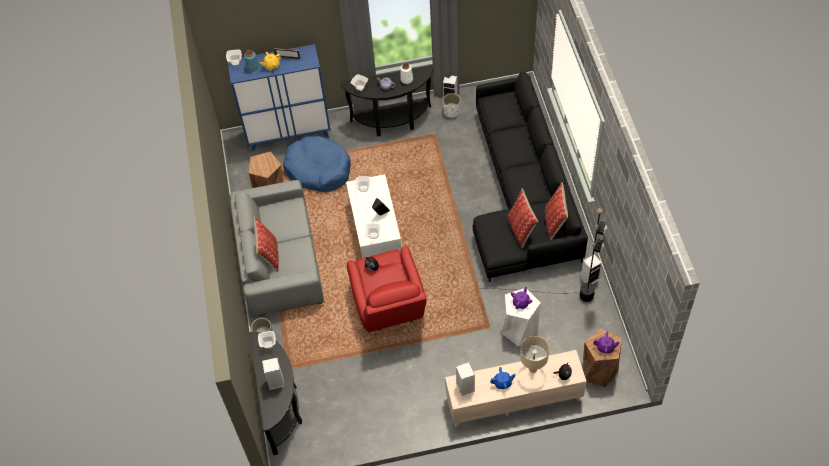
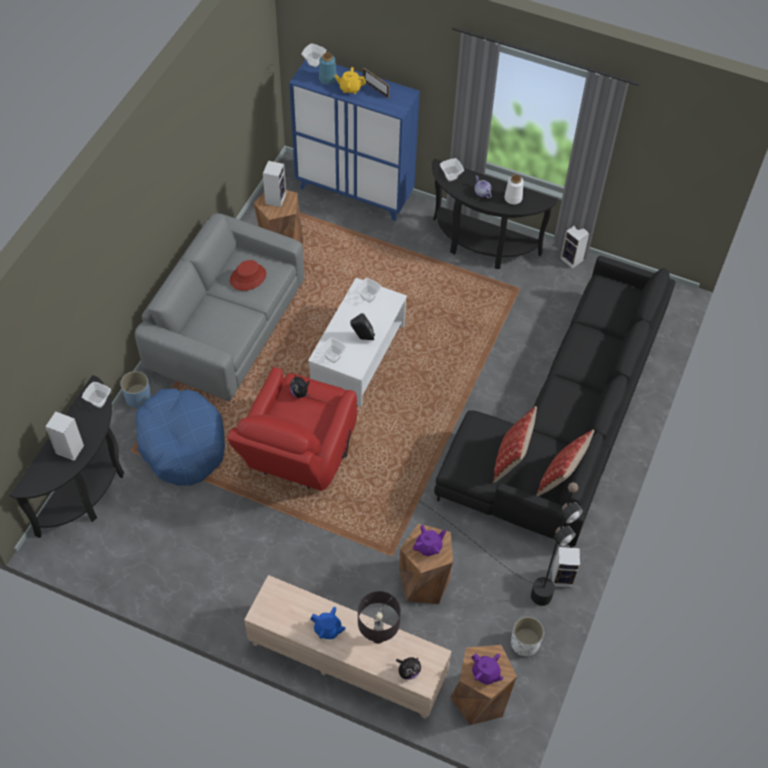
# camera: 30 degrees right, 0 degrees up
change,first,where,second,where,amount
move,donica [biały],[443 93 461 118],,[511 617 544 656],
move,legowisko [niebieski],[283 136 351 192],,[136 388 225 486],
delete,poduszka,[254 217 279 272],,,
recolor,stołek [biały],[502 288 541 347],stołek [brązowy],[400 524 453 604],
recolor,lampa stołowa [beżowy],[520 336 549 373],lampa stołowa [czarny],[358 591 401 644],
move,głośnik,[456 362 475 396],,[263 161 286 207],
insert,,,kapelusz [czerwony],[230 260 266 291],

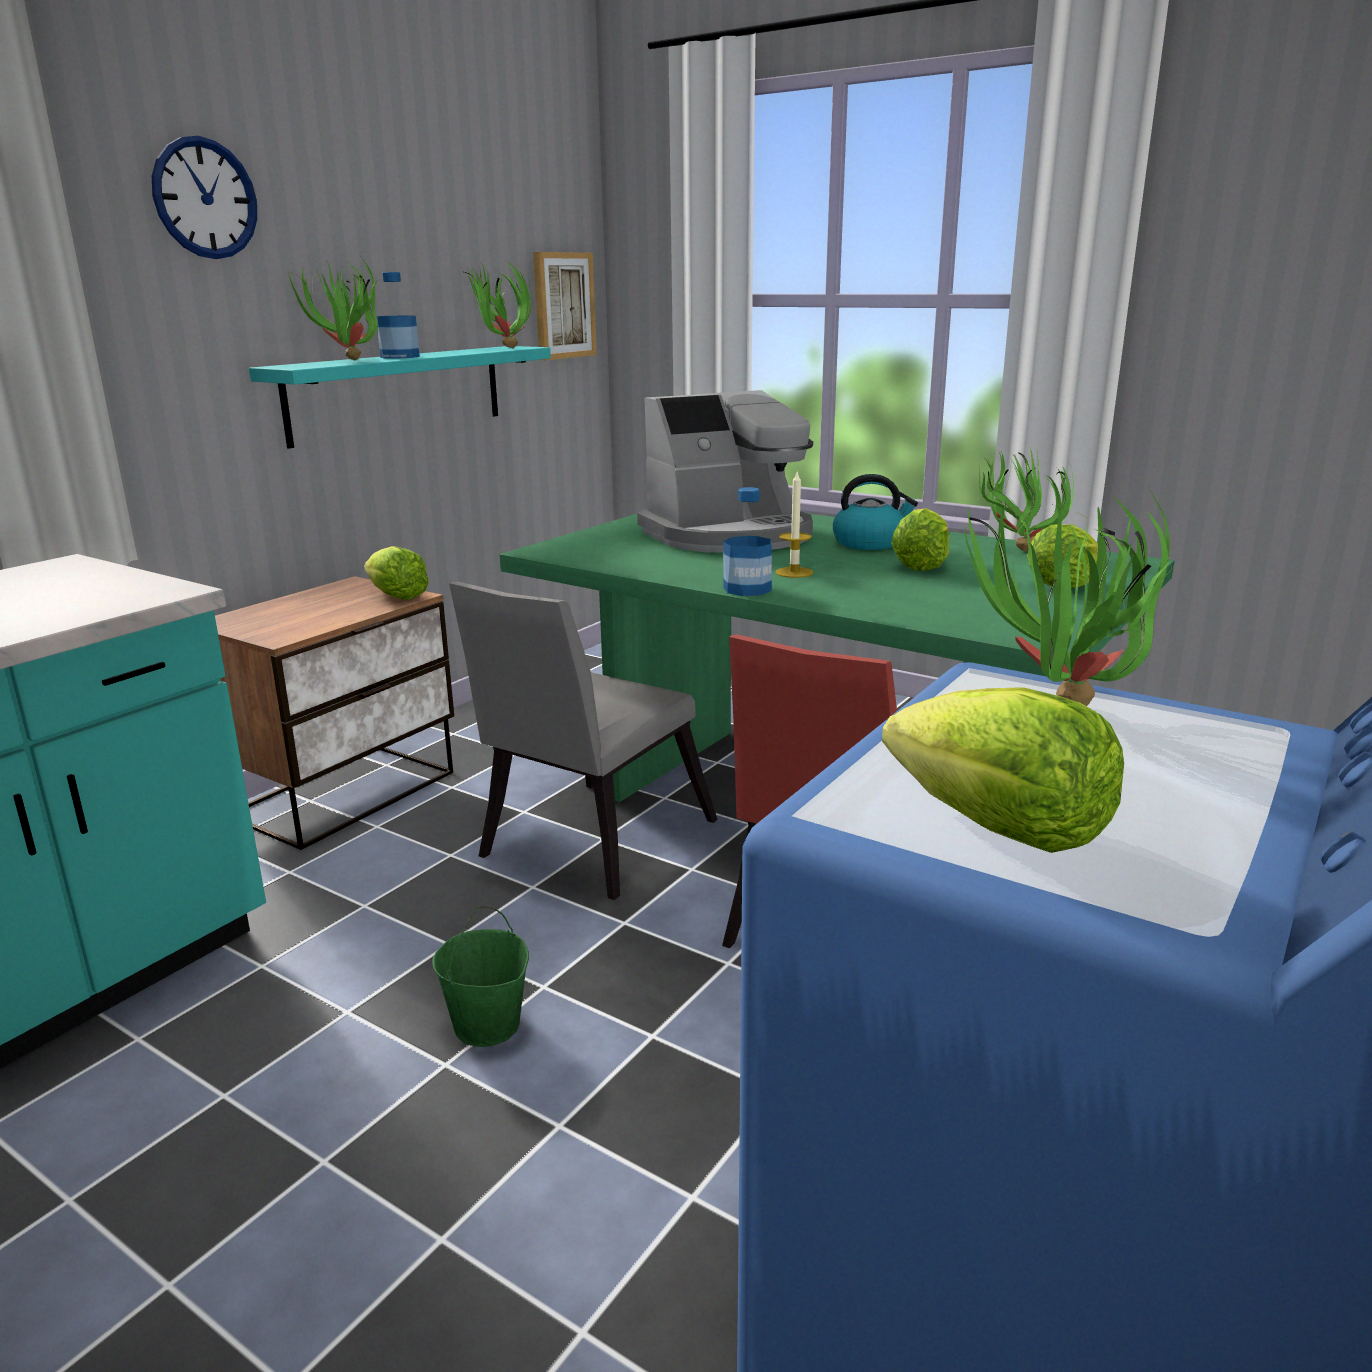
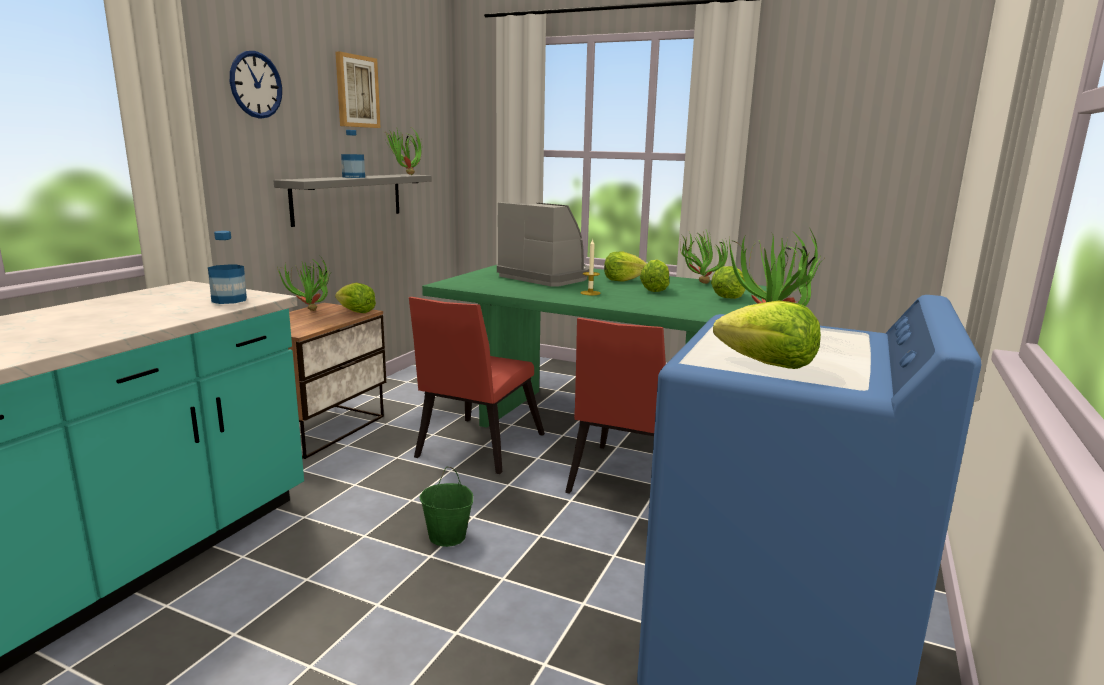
# camera: 10 degrees left, 5 degrees down
change,first,where,second,where,amount
move,obraz,[533 252 597 360],,[335 51 380 128],
move,roślina doniczkowa,[288 257 378 360],,[277 256 330 311],
recolor,półka [turkusowy],[249 346 551 449],półka [szary],[273 174 432 227],
rotate,ekspres do kawy,[637 390 813 553],,[497 202 589 287],105 degrees counterclockwise
replace,czajnik,[833 474 918 550],sałata,[604 252 647 282],
move,butelka,[723 487 772 596],,[208 231 247 304],
recolor,krzesło [szary],[449 582 718 900],krzesło [czerwony],[409 297 545 474],

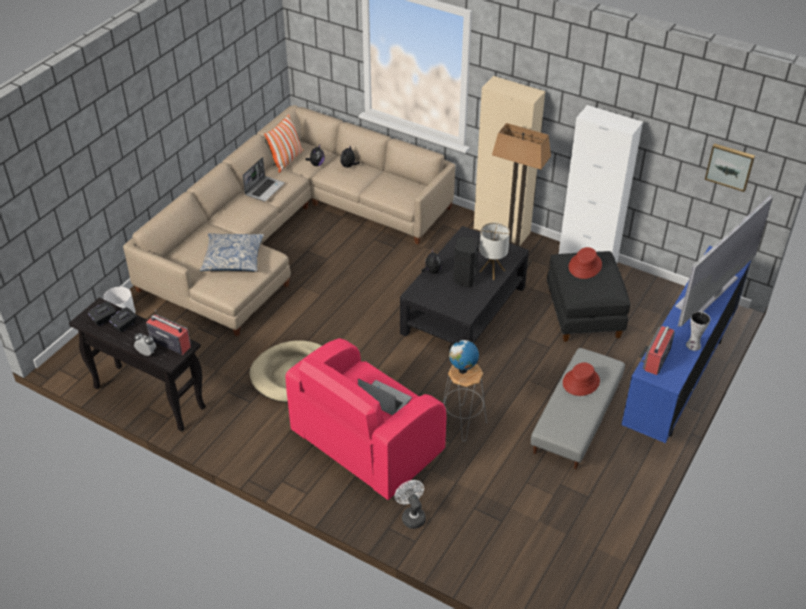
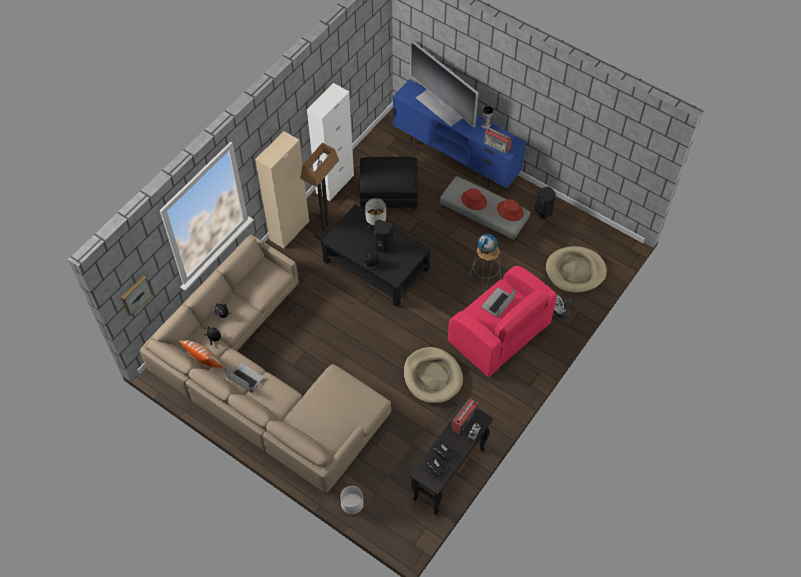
# camera: 85 degrees left, 15 degrees up
change,first,where,second,where,amount
move,obraz,[705 143 755 192],,[121 275 152 316],
delete,poduszka,[200 233 264 271],,,
move,kapelusz [czerwony],[569 247 602 279],,[497 199 524 221],
insert,,,głośnik [czarny],[535 187 556 219],
insert,,,legowisko [beżowy],[546 246 607 293],

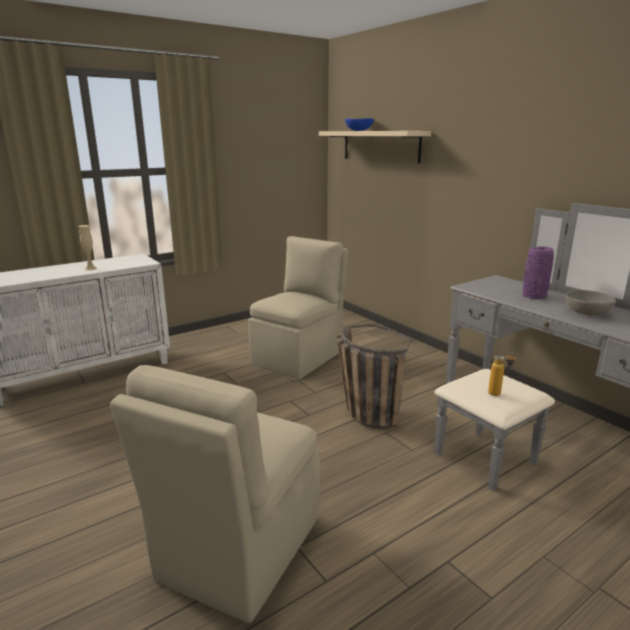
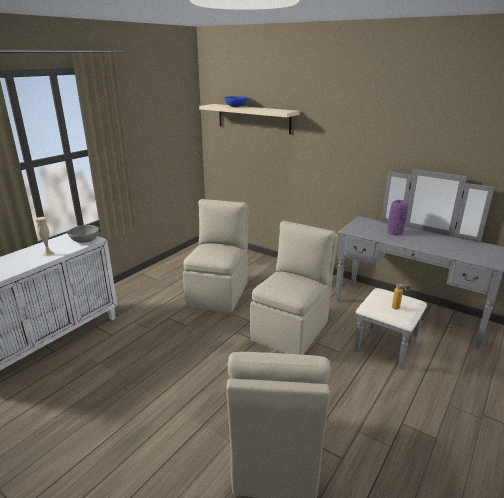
# camera: 20 degrees left, 5 degrees up
change,first,where,second,where,amount
move,miska [szary],[565 290 616 315],,[67 225 99 243],
replace,koszyk,[337 324 412 428],krzesło [beżowy],[250 221 338 355],

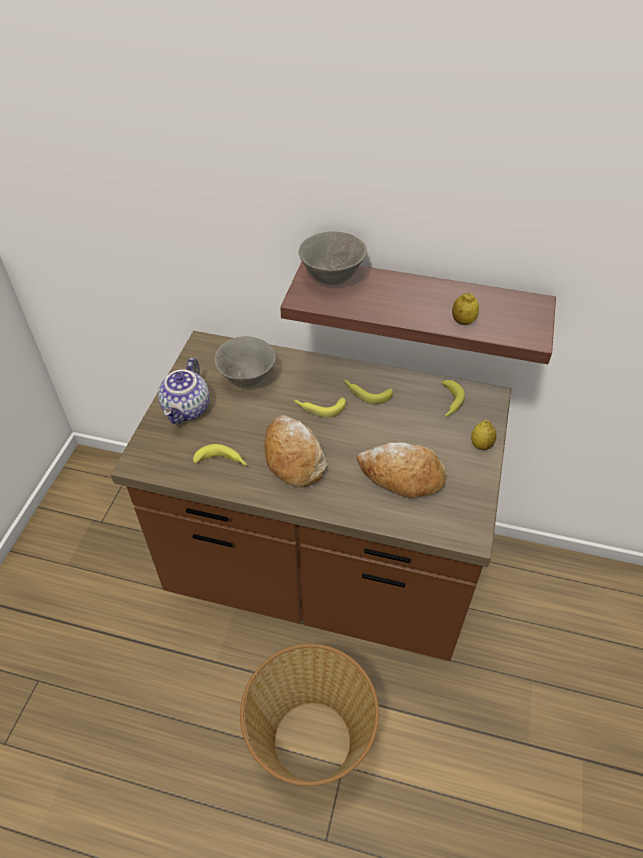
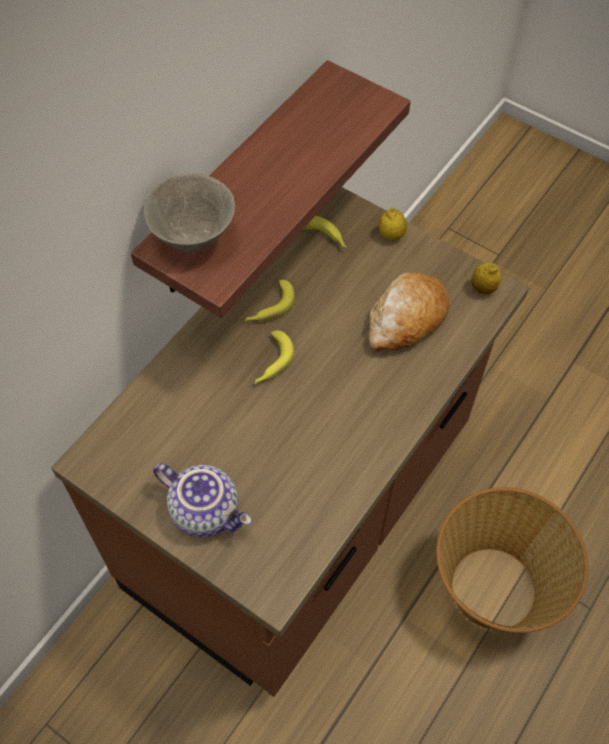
# camera: 70 degrees left, 10 degrees up
change,first,where,second,where,amount
move,cytryna,[452 293 479 325],,[471 263 501 294],
delete,miska [szary],[215 336 276 387],,,
delete,chleb,[265 415 327 488],,,
delete,banan,[193 444 248 466],,,

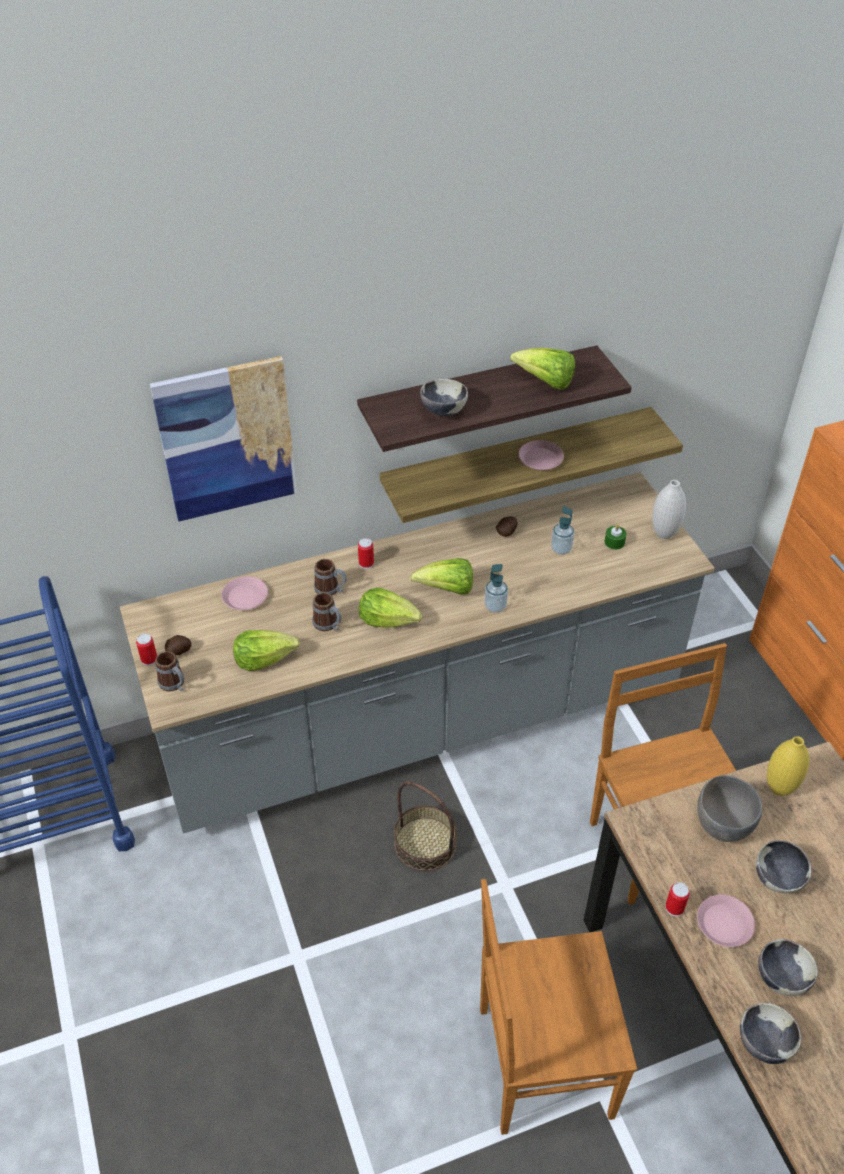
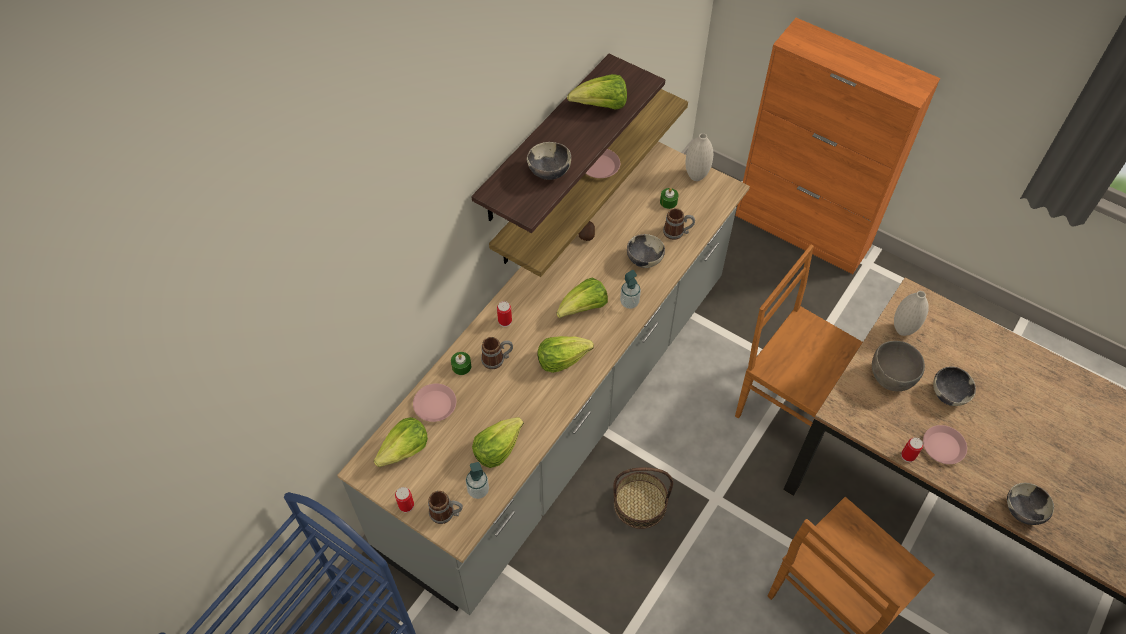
# camera: 35 degrees left, 10 degrees up
change,first,where,second,where,amount
delete,obraz,[150 356 297 521],,,
move,dozownik mydła,[551 506 574 555],,[466 462 489 499],
move,kubek,[312 592 341 631],,[663 208 695 240],
delete,ziemniak,[165 635 191 655],,,
recolor,wazon [żółty],[767 736 809 796],wazon [biały],[894 291 929 336],
move,miska,[758 939 818 996],,[627 234 665 268],
insert,,,świeca [zielony],[451 352 471 375],
insert,,,sałata,[374 417 428 467],

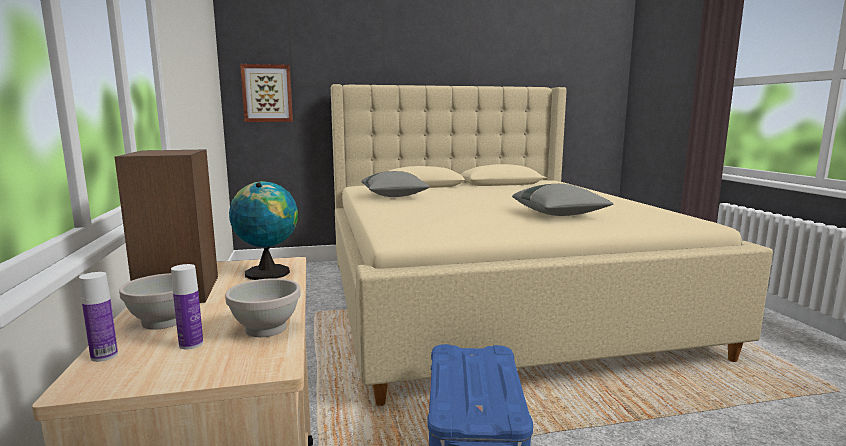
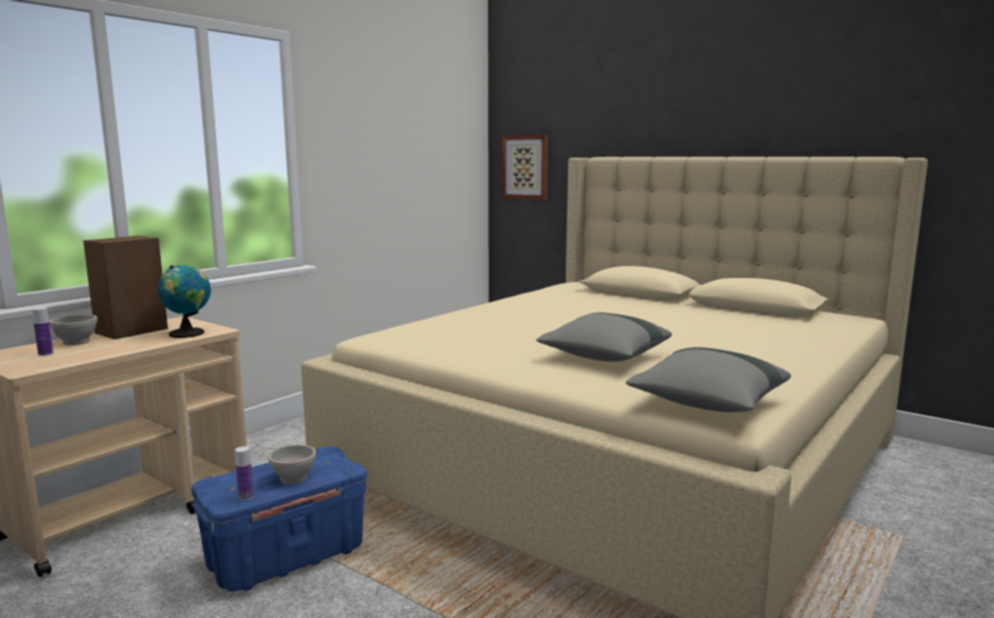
# camera: 50 degrees right, 0 degrees up
change,first,where,second,where,amount
move,poduszka [szary],[361 171 430 197],,[626 347 791 412],
move,butelka,[79 272 118 362],,[235 446 254 500],
move,miska [biały],[225 278 301 337],,[268 444 316 484],

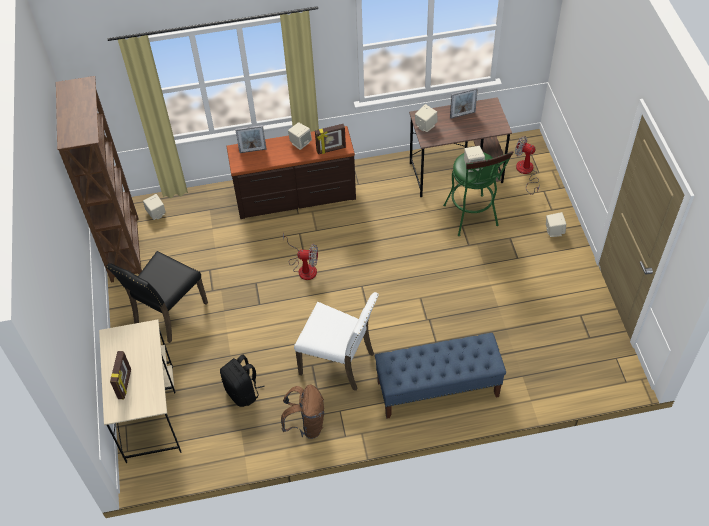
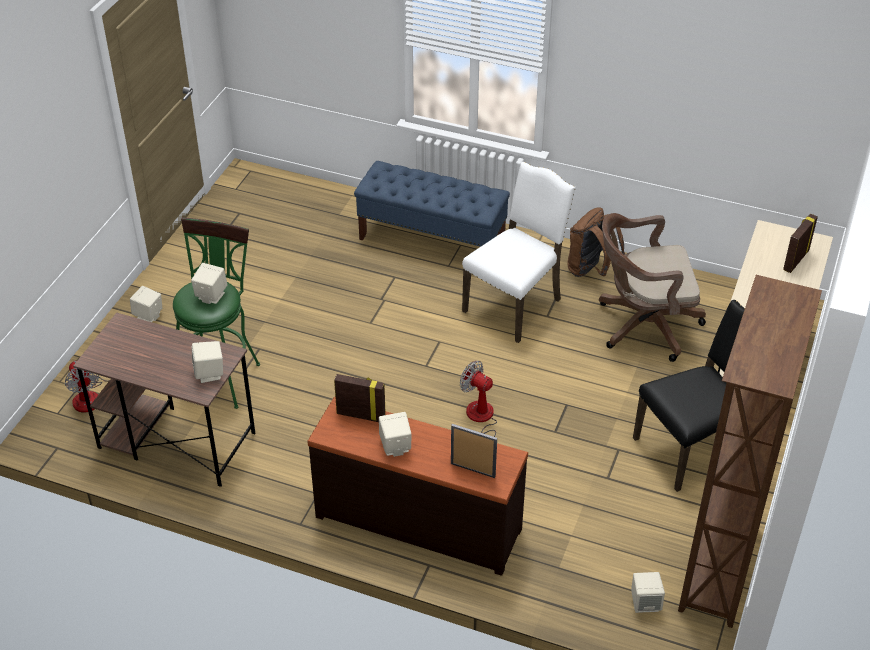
# camera: 150 degrees left, 10 degrees down
change,first,where,second,where,amount
delete,ramka na zdjęcie,[450 88 478 119],,,
rotate,krzesło [biały],[294 292 379 391],,[462 162 576 343],75 degrees clockwise
replace,plecak [czarny],[220 354 265 407],krzesło biurowe [brązowy],[599 213 706 362],

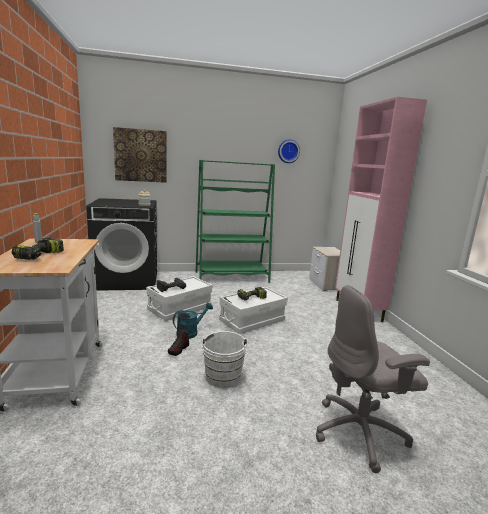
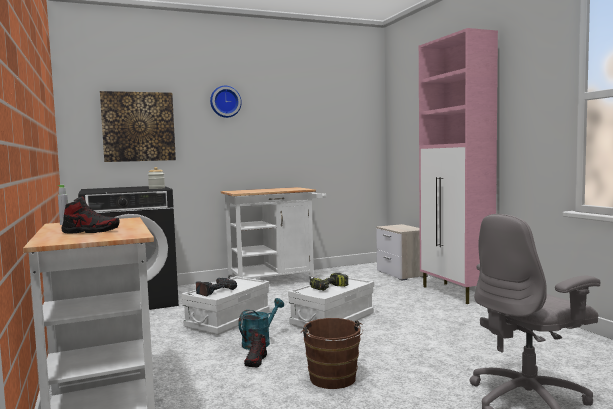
# camera: 10 degrees left, 10 degrees down
change,first,where,second,where,amount
move,zegar ścienny,[278 139 300 163],,[210 86 242 118],
replace,regał [zielony],[196 160 275 283],wózek [biały],[221 187 326 280],
replace,wiertarka,[11 238 64 260],but,[61 197 120 234],
recolor,wiadro [biały],[199 331 249 388],wiadro [brązowy],[301 318 363 389],

